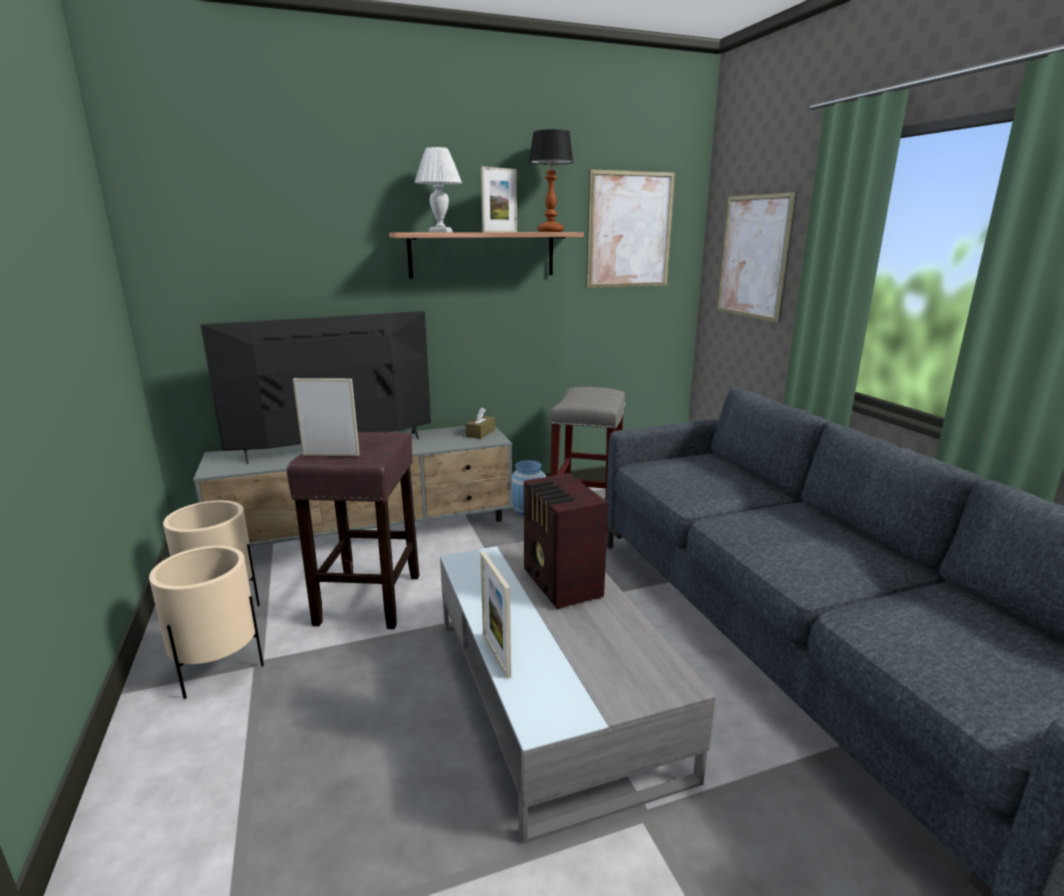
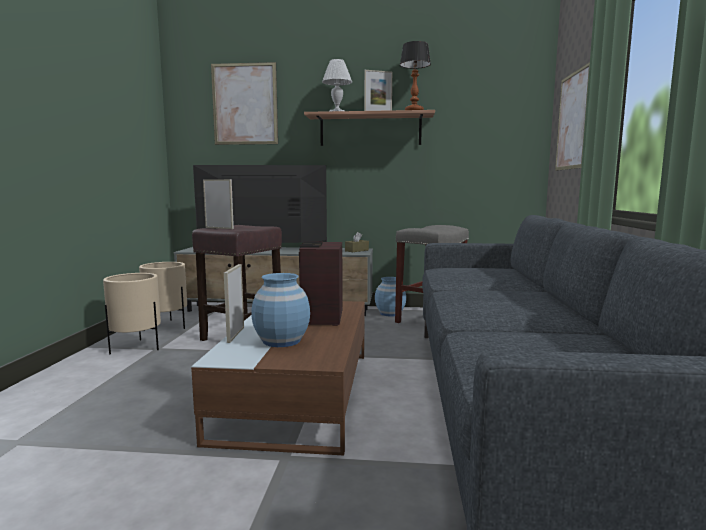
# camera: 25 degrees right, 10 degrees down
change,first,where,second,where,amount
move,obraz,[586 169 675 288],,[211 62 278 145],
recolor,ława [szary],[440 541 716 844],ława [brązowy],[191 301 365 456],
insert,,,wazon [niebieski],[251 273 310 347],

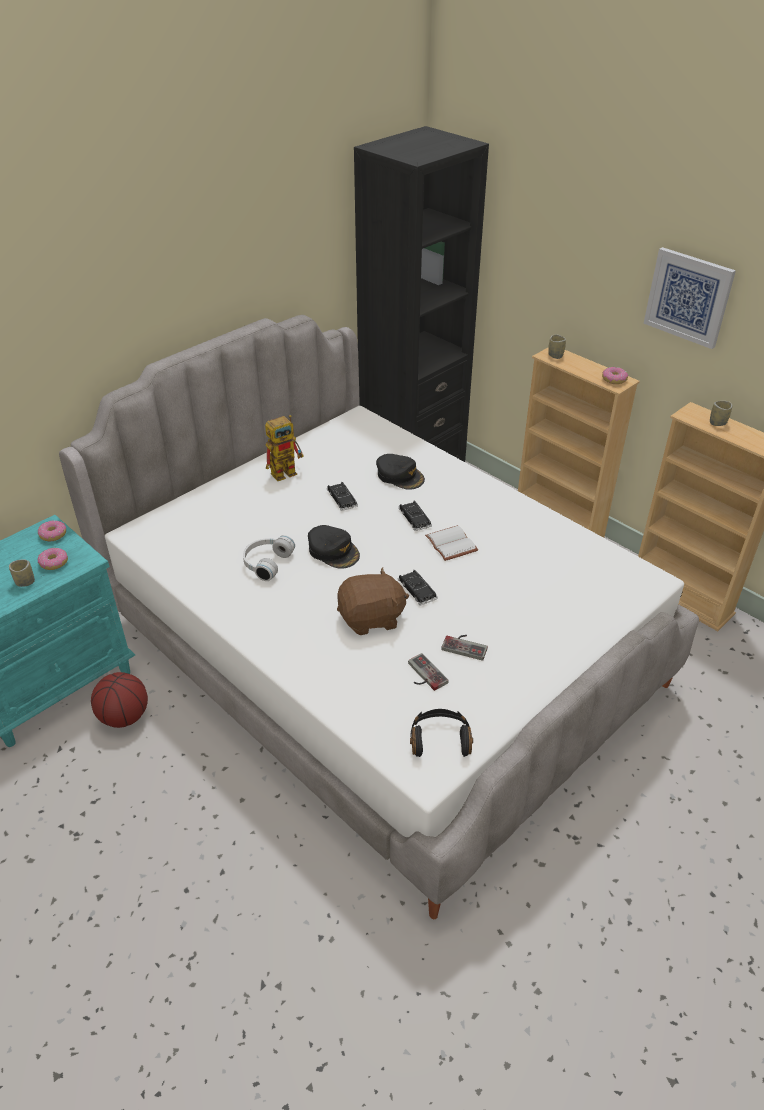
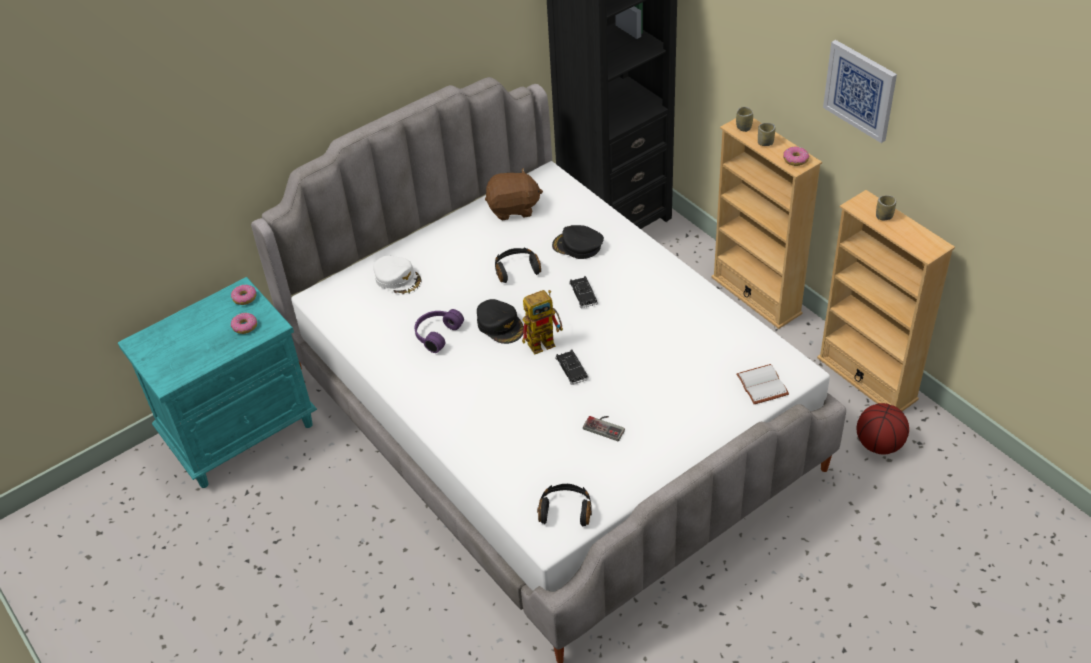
# camera: 10 degrees right, 5 degrees up
change,first,where,second,where,amount
move,robot zabawkowy,[265 415 304 481],,[522 290 563 354],
rotate,czapka z daszkiem [czarny],[376 454 425 490],,[552 225 604 259],150 degrees clockwise
replace,samochodzik [czarny],[327 482 358 511],słuchawki [czarny],[495 247 541 283],
move,książka [biały],[425 525 478 561],,[736 364 789 404],
recolor,słuchawki [biały],[243 535 295 581],słuchawki [fioletowy],[414 309 464 353],
move,filiżanka,[9 559 35 587],,[758 123 776 146],
move,pluszak [brązowy],[337 567 409 635],,[485 168 543 220],
delete,pad do gier,[408 653 449 691],,,
move,piłka do koszykówki,[91 672 148 728],,[857 403 909 455],
insert,,,czapka z daszkiem [biały],[373 255 422 295],

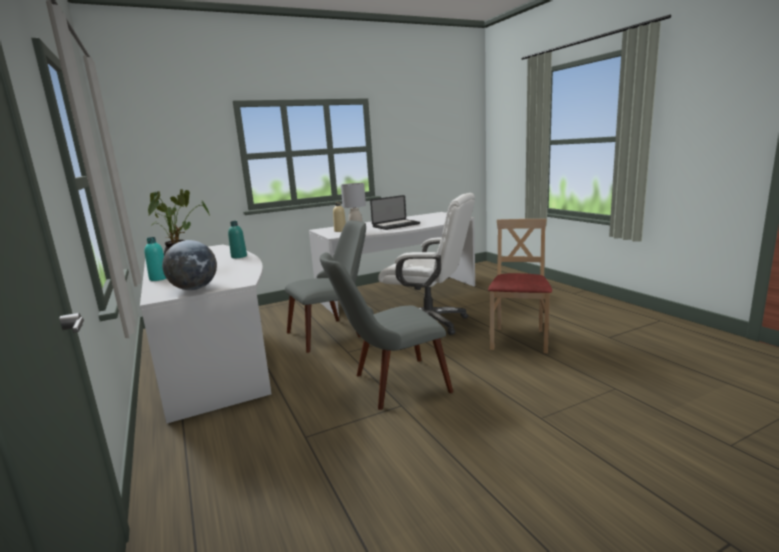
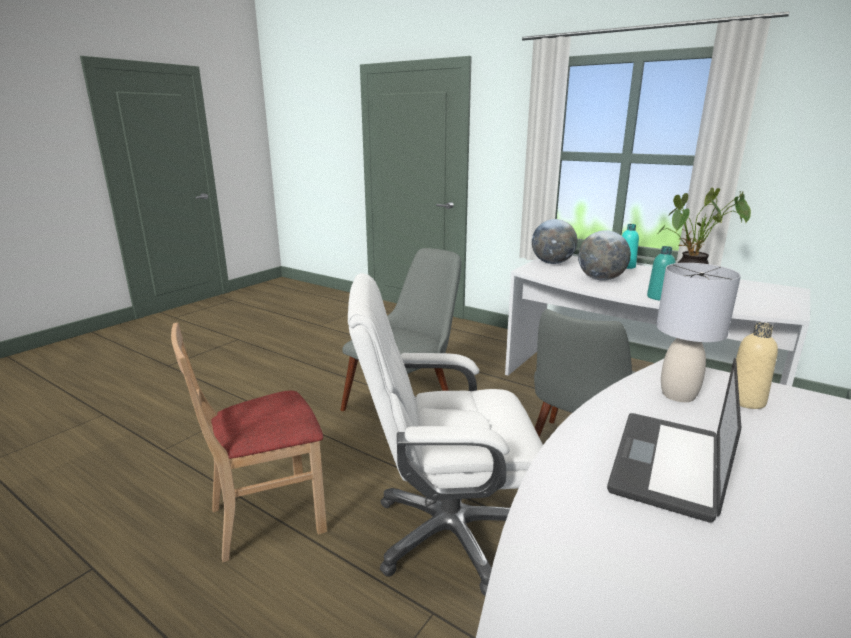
# camera: 150 degrees right, 5 degrees up
change,first,where,second,where,amount
rotate,krzesło [beżowy],[488 219 552 353],,[171 322 327 562],75 degrees clockwise
insert,,,globus,[578 230 631 281],

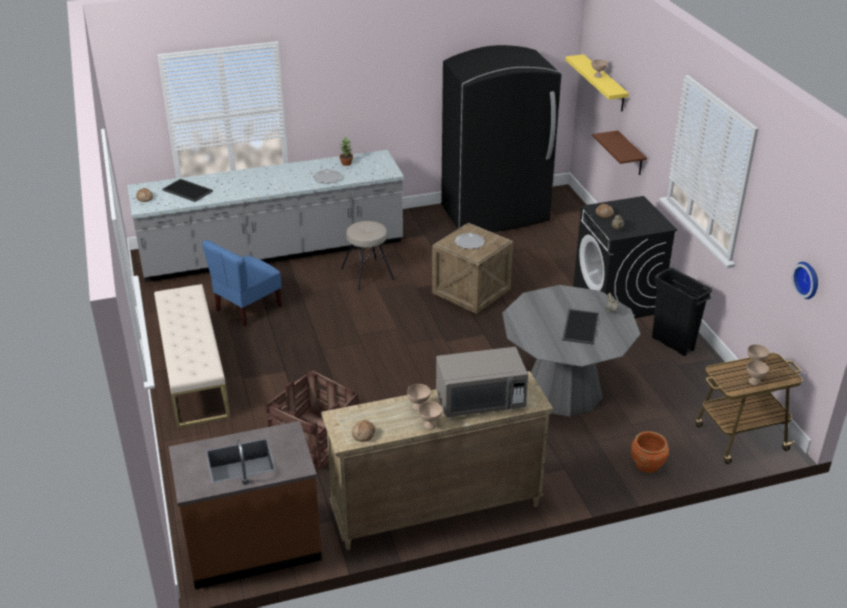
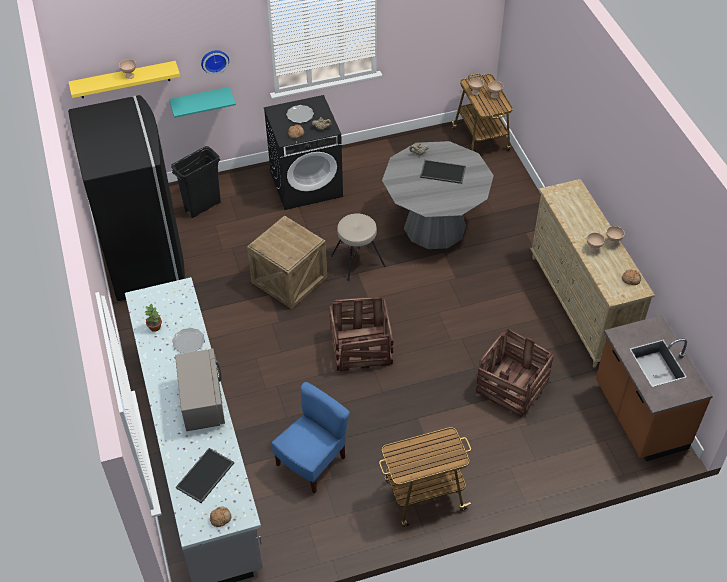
# camera: 90 degrees left, 15 degrees up
change,first,where,second,where,amount
recolor,półka [brązowy],[592 130 647 175],półka [turkusowy],[169 87 236 118],
move,stołek [beżowy],[341 221 395 290],,[331 213 385 281],
move,talerz,[455 233 485 249],,[286 105 314 123],
rotate,krzesło [niebieski],[202 240 282 326],,[272 382 350 494],90 degrees counterclockwise
move,zegar ścienny,[792 262 818 299],,[201 50 229 74],
move,kosz na śmieci [czarny],[652 268 712 356],,[171 146 221 218],
replace,ławka [beżowy],[154 284 230 428],wózek,[379 427 471 527],
move,mikrofalówka [szary],[436 347 528 417],,[175 349 225 431],
delete,donica [pomarańczowy],[631 431 669 473],,,
insert,,,skrzynka,[329 296 393 371],

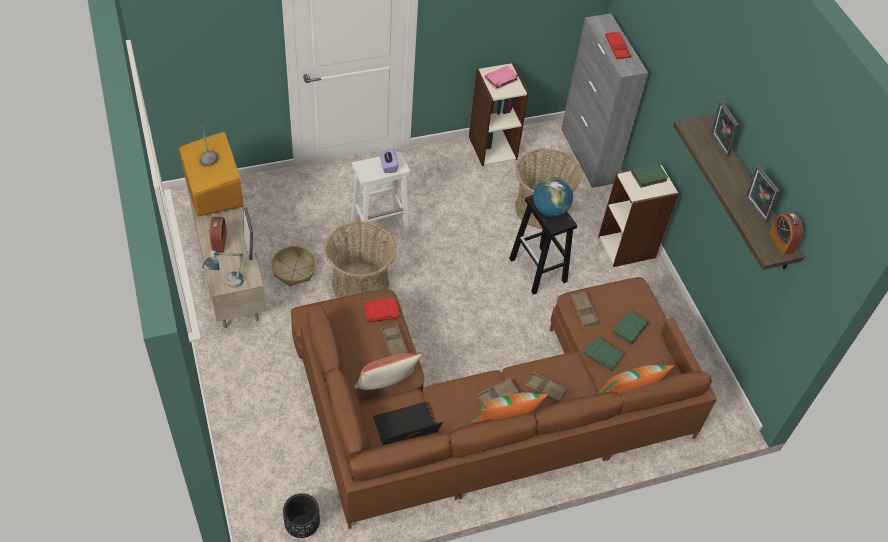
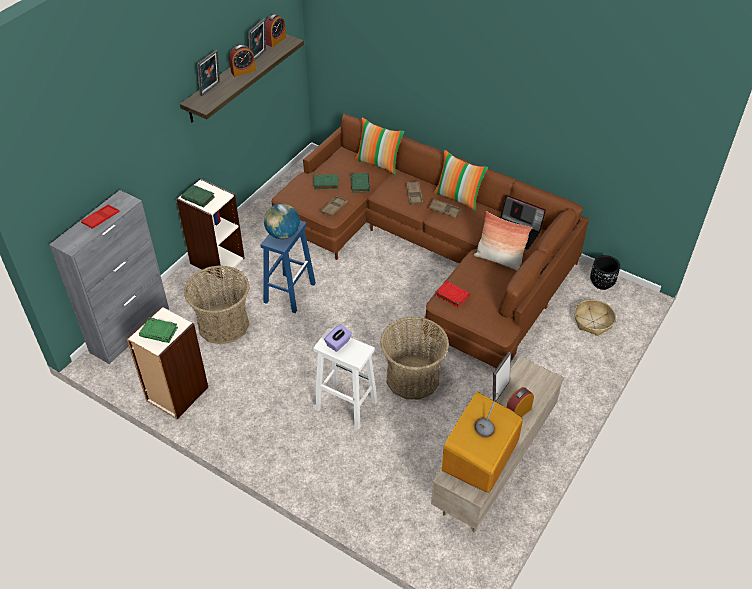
# camera: 125 degrees left, 5 degrees down
change,first,where,second,where,amount
recolor,książka [różowy],[484 65 519 90],książka [zielony],[139 318 178 343],
recolor,stołek [czarny],[509 195 577 295],stołek [niebieski],[261 220 316 313],
move,koszyk,[271 246 316 287],,[574 300 616 336],
delete,lampa stołowa,[202 250 243 288],,,
delete,taca [brązowy],[381 324 408 356],,,
insert,,,budzik,[229 45 256 77],

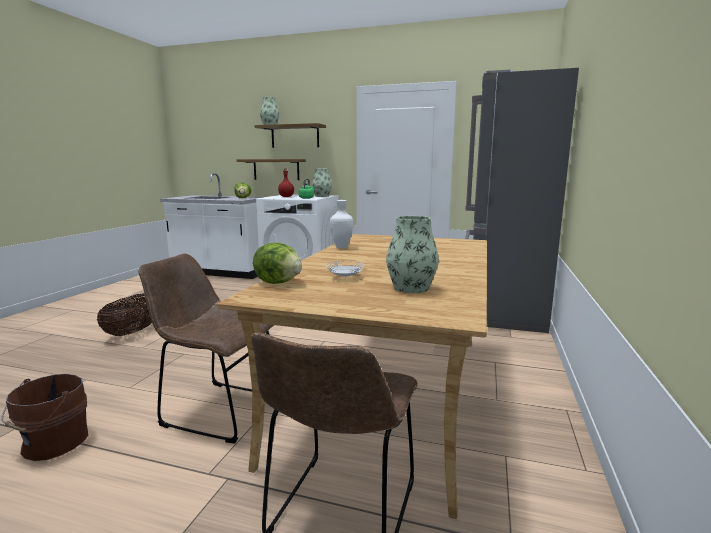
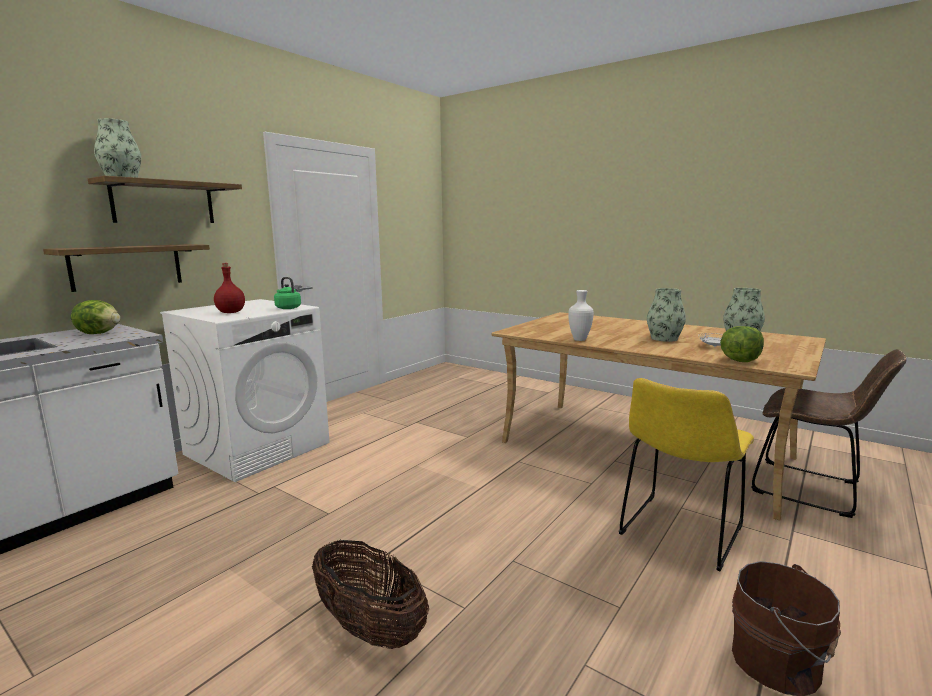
# camera: 70 degrees left, 0 degrees up
change,first,where,second,where,amount
delete,lodówka [szary],[465 68 579 333],,,
move,wazon,[312 169 332 197],,[647 288 686 342],
recolor,krzesło [brązowy],[138 254 274 443],krzesło [żółty],[619 378 754 571],

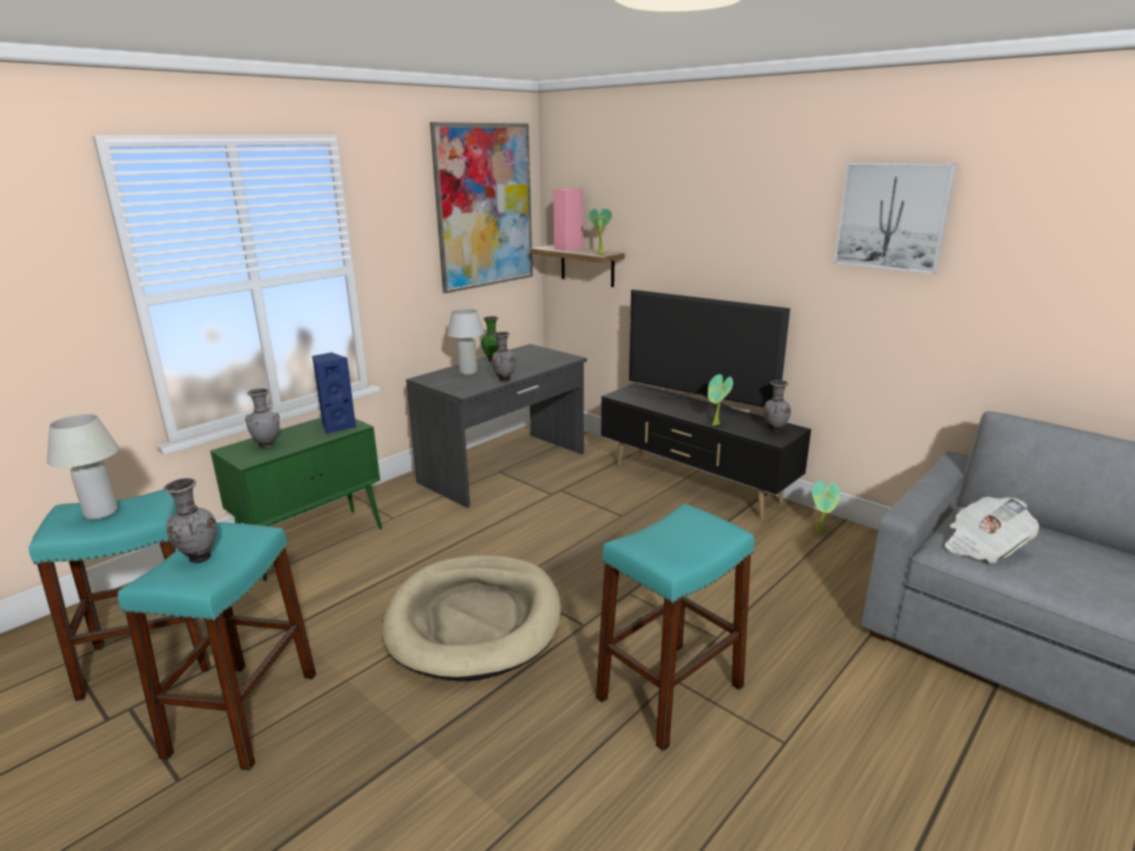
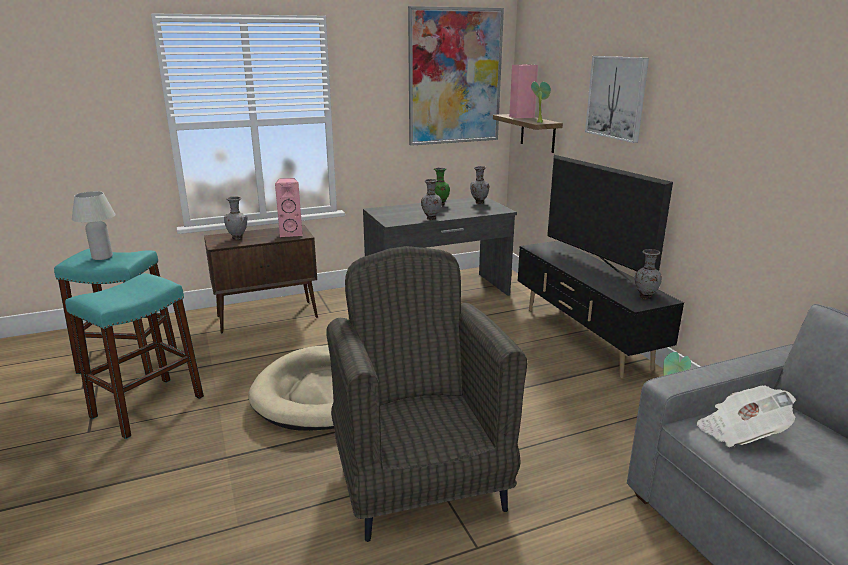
# camera: 25 degrees right, 0 degrees up
change,first,where,second,where,amount
move,obraz,[833 162 957 274],,[585 56 649 143],
delete,lampa stołowa [biały],[447 309 485 375],,,
recolor,głośnik [niebieski],[312 352 356 434],głośnik [różowy],[275 178 303 237],
delete,roślina doniczkowa,[708 374 733 426],,,
recolor,szafka [zielony],[210 417 382 581],szafka [brązowy],[204 225 318 333],
move,wazon [szary],[163 478 217 563],,[470 166 490 204],
replace,stołek [turkusowy],[596 504 754 752],fotel [szary],[326 246 527 542],

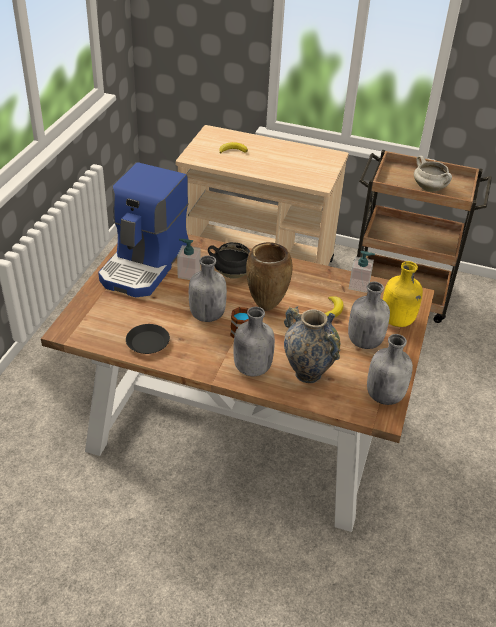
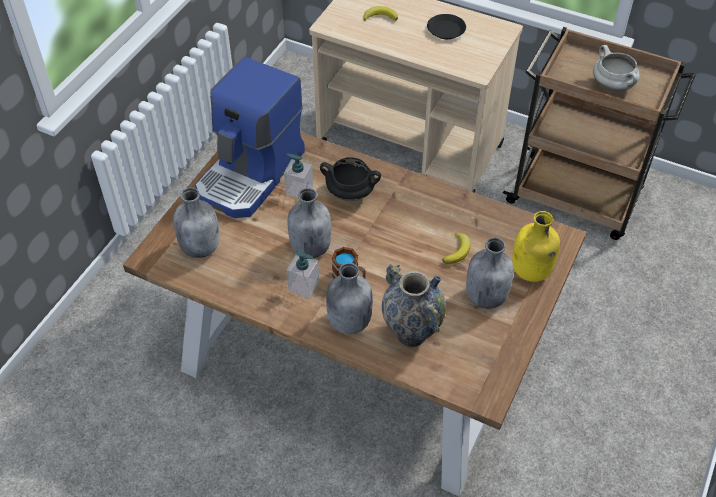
# camera: 10 degrees right, 10 degrees up
change,first,where,second,where,amount
delete,wazon [brązowy],[246 242 293 311],,,
move,dozownik mydła,[349 251 375 293],,[287 251 319 299],
move,talerz [czarny],[126 324 170 354],,[427 14 466 39],
move,butelka [szary],[367 334 413 405],,[173 188 220 258],

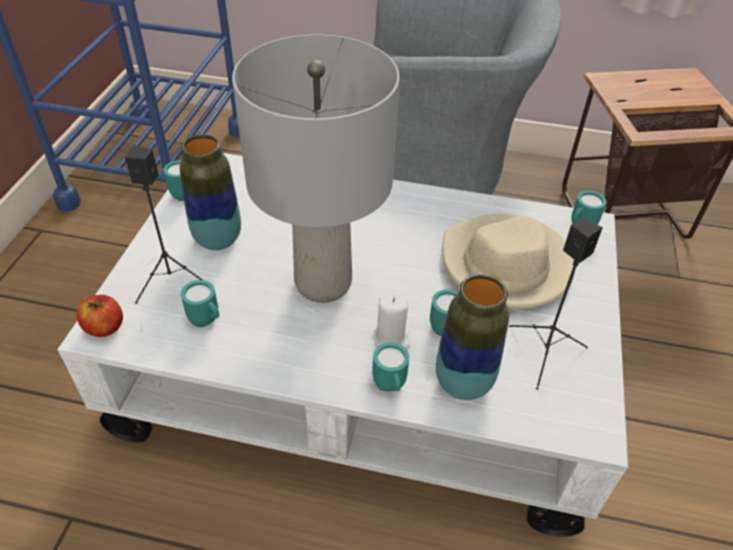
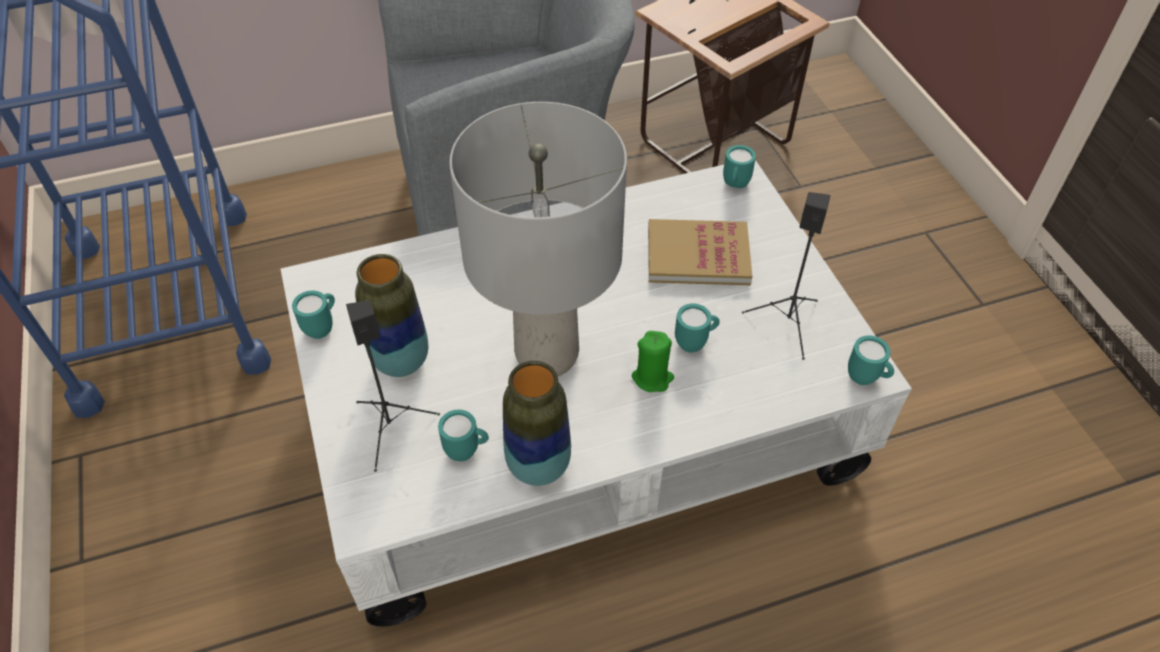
# camera: 30 degrees left, 5 degrees up
change,first,where,second,where,amount
replace,kapelusz [beżowy],[442 214 575 309],książka,[648 219 753 285],
move,wazon,[436 274 509 400],,[503 361 571 486],
recolor,świeca [biały],[374 292 410 349],świeca [zielony],[632 331 674 392],
delete,jabłko,[76 295 123 337],,,
move,kubek [turkusowy],[372 342 409 391],,[848 335 894 385],

